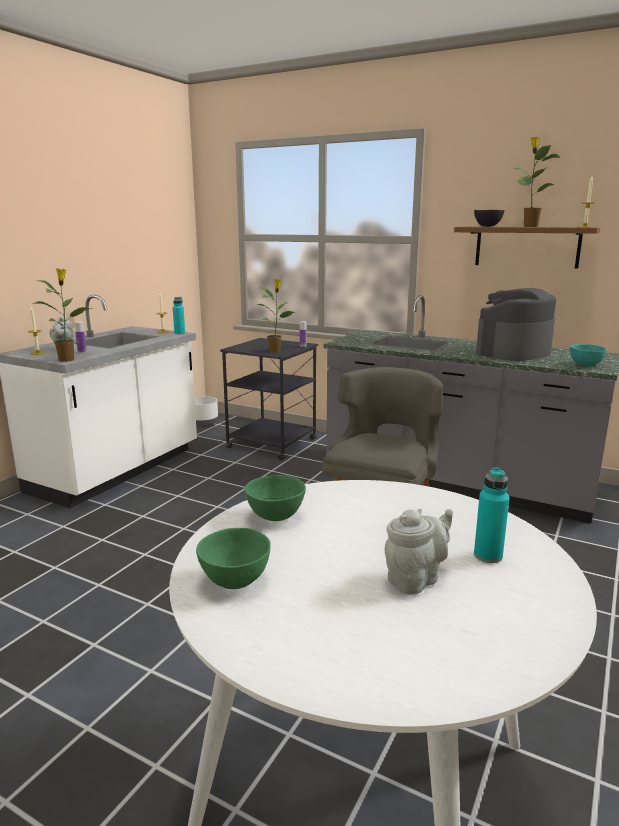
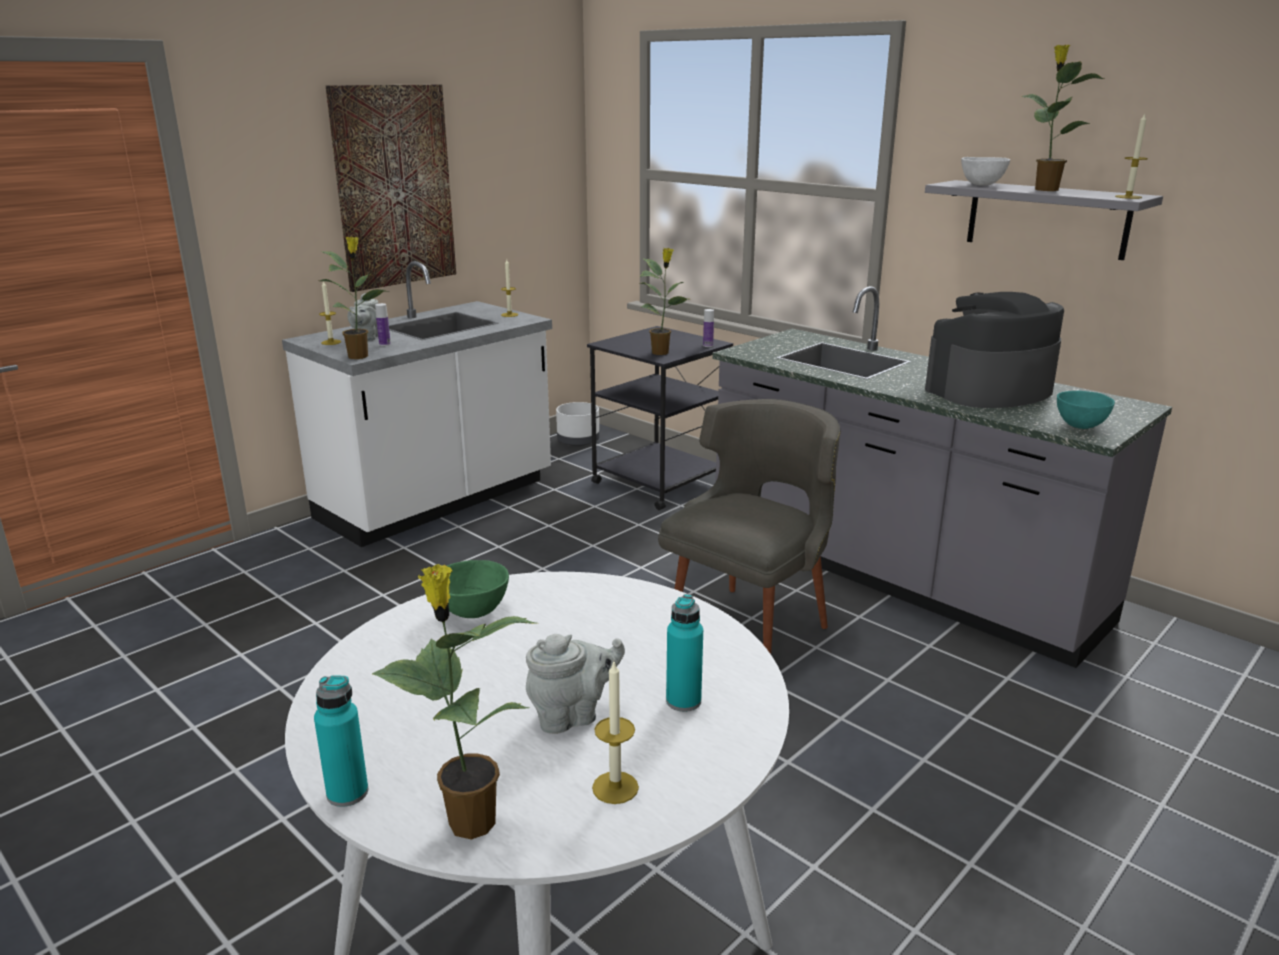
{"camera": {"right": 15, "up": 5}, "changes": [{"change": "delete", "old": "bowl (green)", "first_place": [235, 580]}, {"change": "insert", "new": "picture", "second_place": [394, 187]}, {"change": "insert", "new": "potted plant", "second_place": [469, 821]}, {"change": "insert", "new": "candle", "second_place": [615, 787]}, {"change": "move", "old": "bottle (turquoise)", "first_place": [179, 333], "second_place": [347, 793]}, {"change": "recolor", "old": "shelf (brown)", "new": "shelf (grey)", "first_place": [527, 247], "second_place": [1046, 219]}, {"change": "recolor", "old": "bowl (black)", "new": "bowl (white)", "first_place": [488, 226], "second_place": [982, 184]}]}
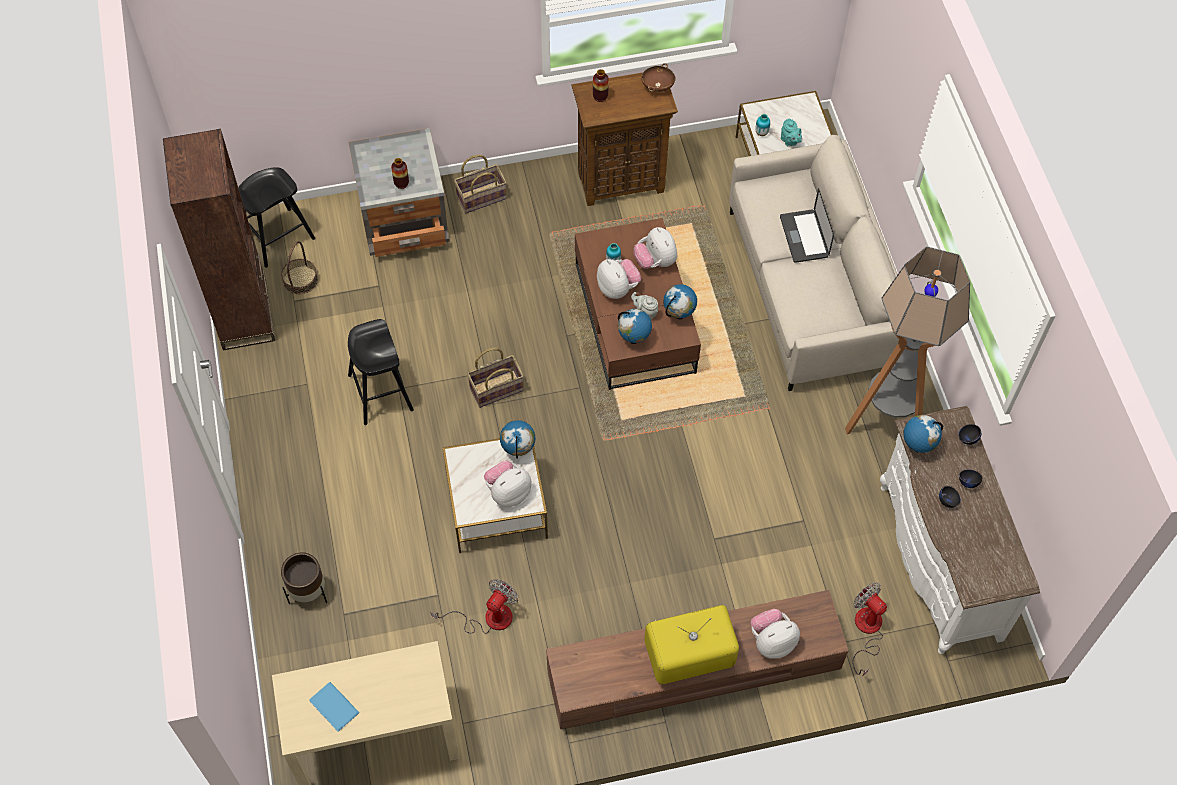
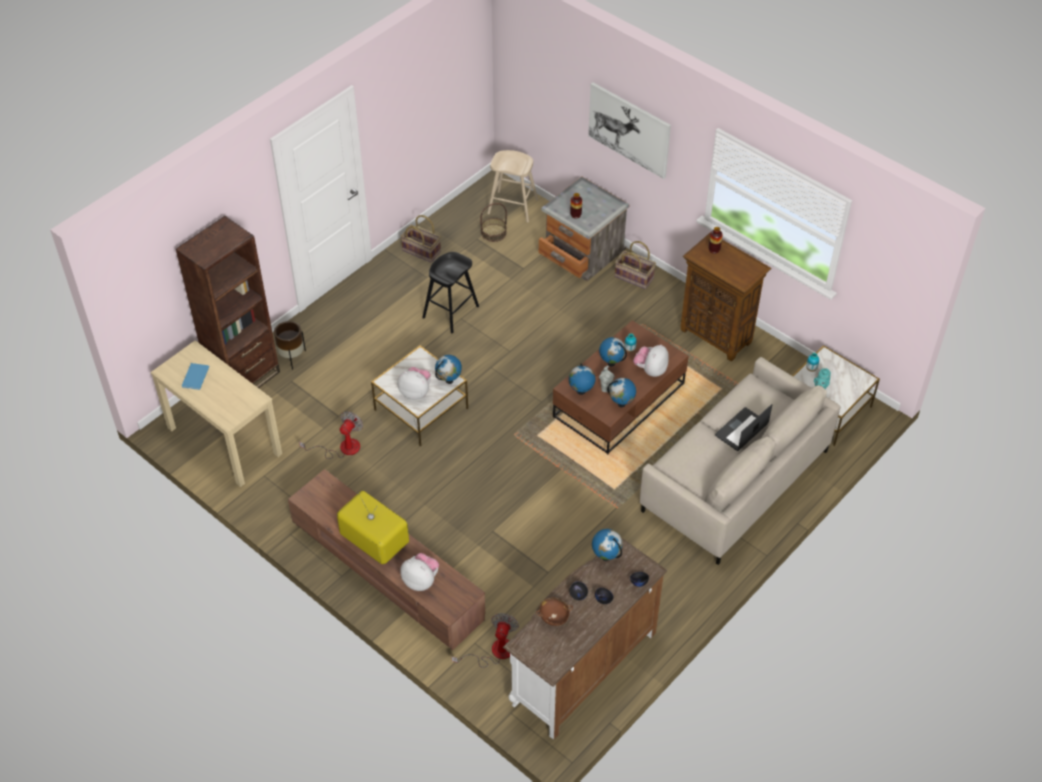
{"camera": {"right": 55, "up": -10}, "changes": [{"change": "delete", "old": "floor lamp", "first_place": [885, 423]}, {"change": "insert", "new": "picture", "second_place": [629, 129]}, {"change": "move", "old": "bookcase (brown)", "first_place": [245, 314], "second_place": [244, 378]}, {"change": "move", "old": "basket", "first_place": [496, 388], "second_place": [422, 250]}, {"change": "move", "old": "bowl (brown)", "first_place": [657, 86], "second_place": [554, 617]}, {"change": "replace", "old": "plush toy", "new": "globe", "first_place": [617, 288], "second_place": [611, 363]}, {"change": "recolor", "old": "stool (black)", "new": "stool (beige)", "first_place": [277, 238], "second_place": [512, 206]}, {"change": "rotate", "old": "fan", "first_place": [488, 618], "second_place": [342, 448], "degrees": -60}]}
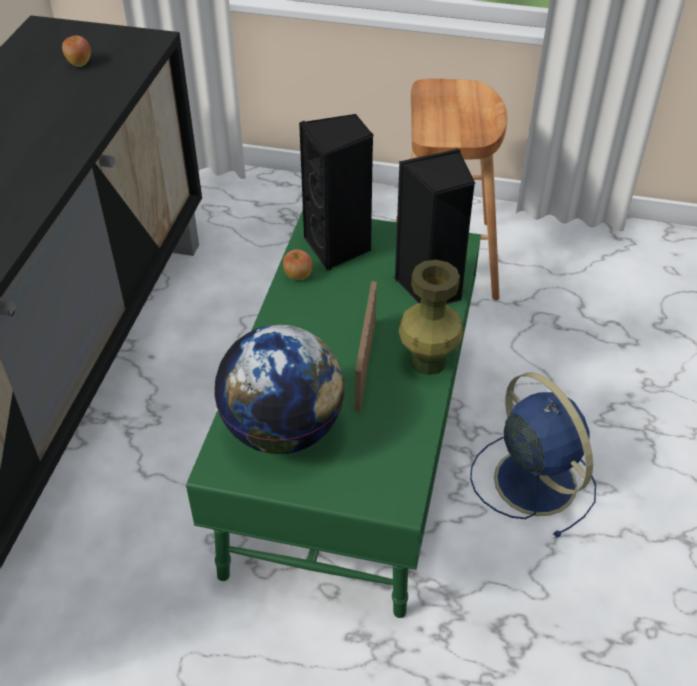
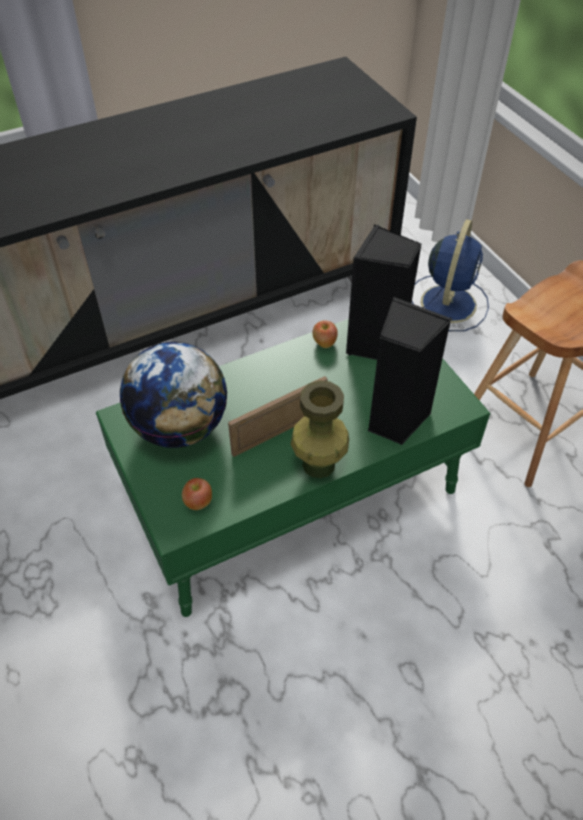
{"camera": {"right": 50, "up": 5}, "changes": [{"change": "move", "old": "apple", "first_place": [79, 64], "second_place": [198, 502]}, {"change": "move", "old": "fan (blue)", "first_place": [532, 479], "second_place": [449, 302]}]}
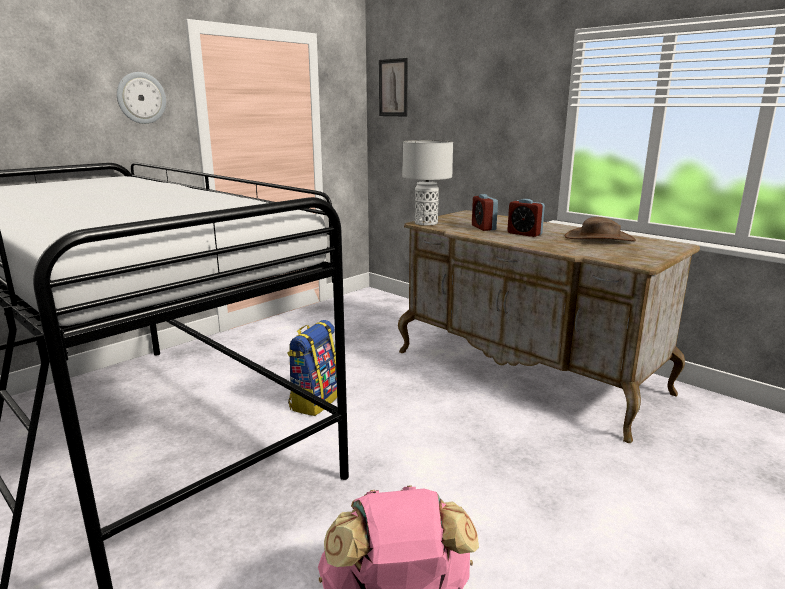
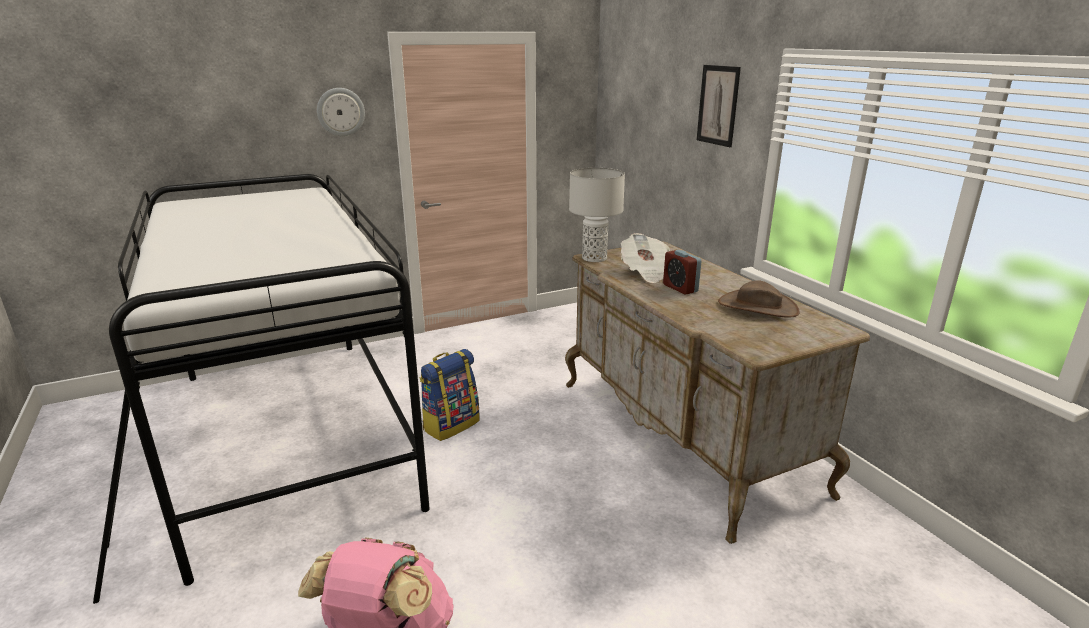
{"camera": {"right": 20, "up": 5}, "changes": [{"change": "move", "old": "picture", "first_place": [393, 88], "second_place": [718, 105]}, {"change": "replace", "old": "alarm clock", "new": "newspaper", "first_place": [483, 227], "second_place": [646, 273]}]}
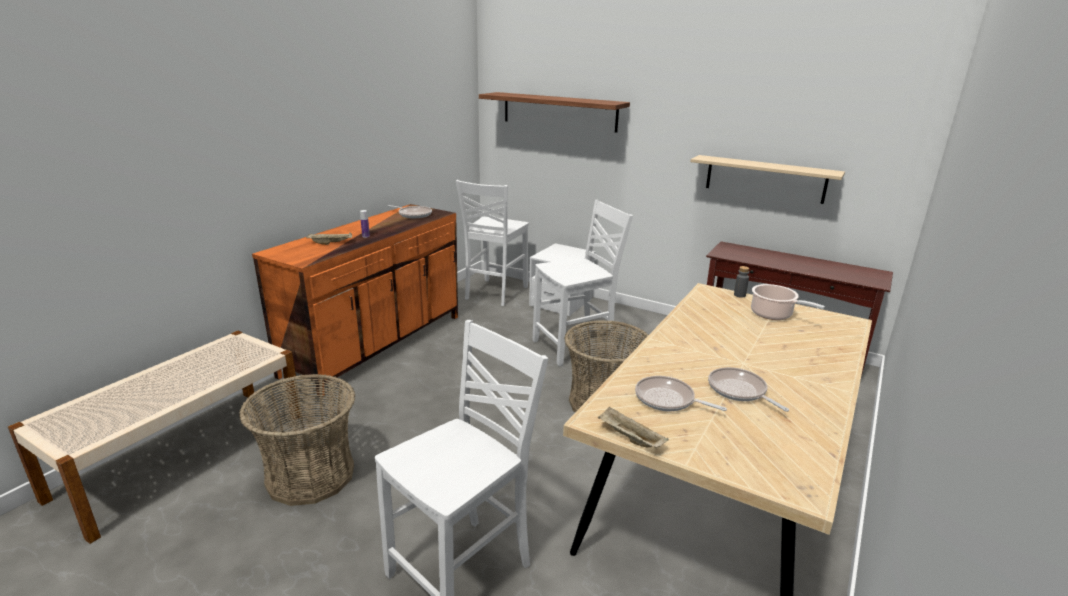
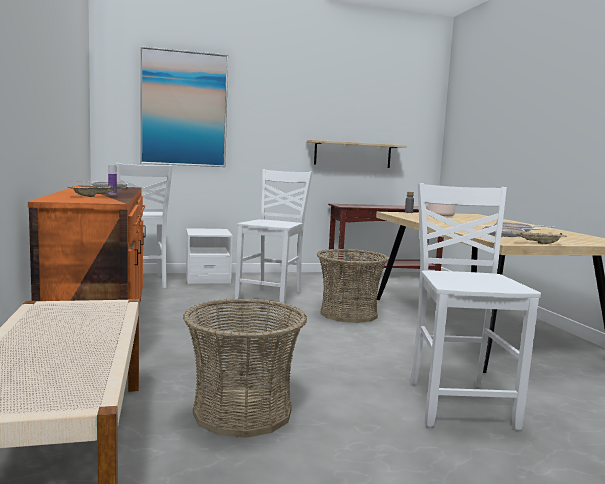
{"camera": {"right": -45, "up": -15}, "changes": [{"change": "replace", "old": "shelf", "new": "picture", "first_place": [559, 111], "second_place": [184, 109]}]}
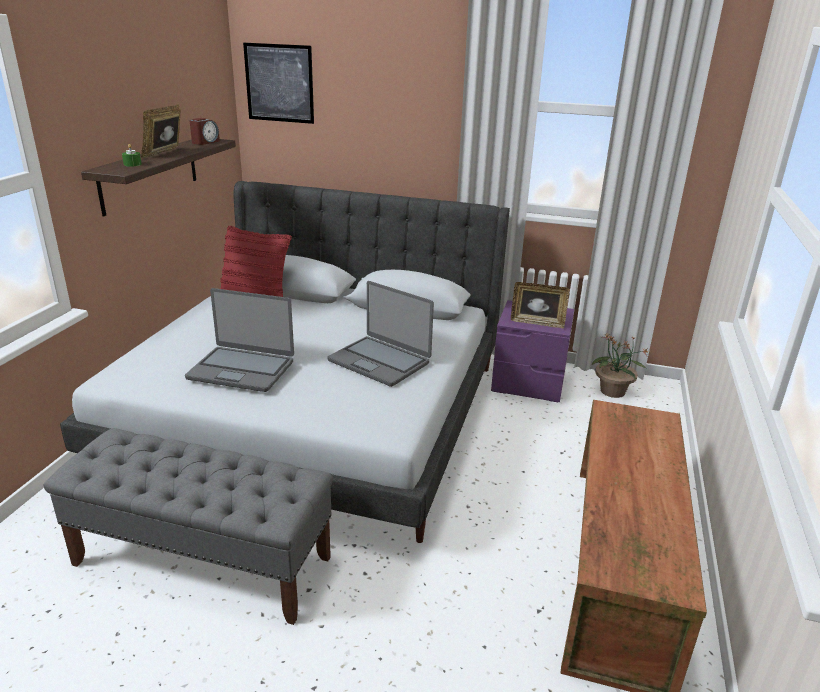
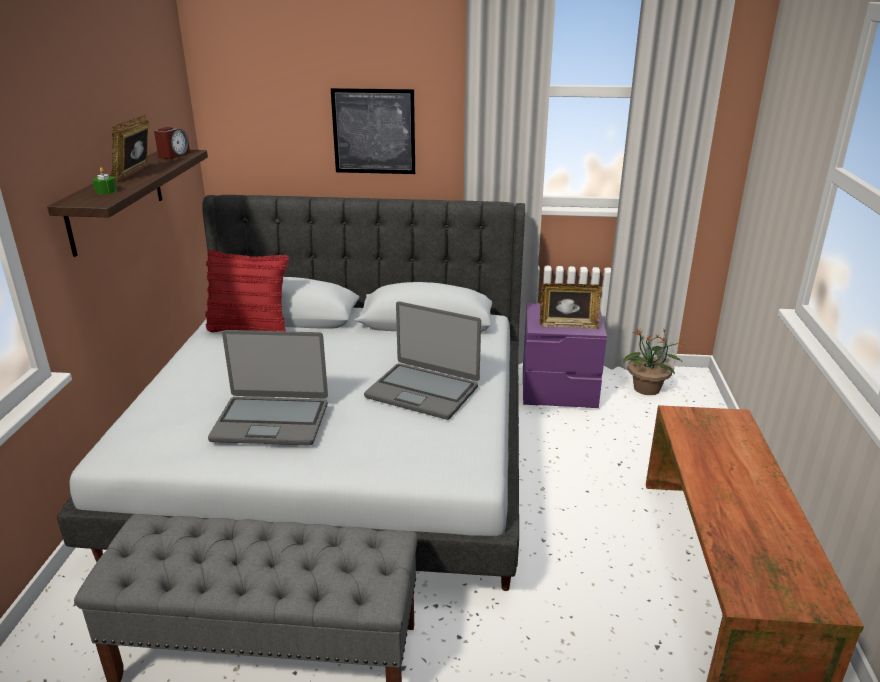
{"camera": {"right": -10, "up": 0}, "changes": [{"change": "move", "old": "picture", "first_place": [279, 83], "second_place": [374, 131]}]}
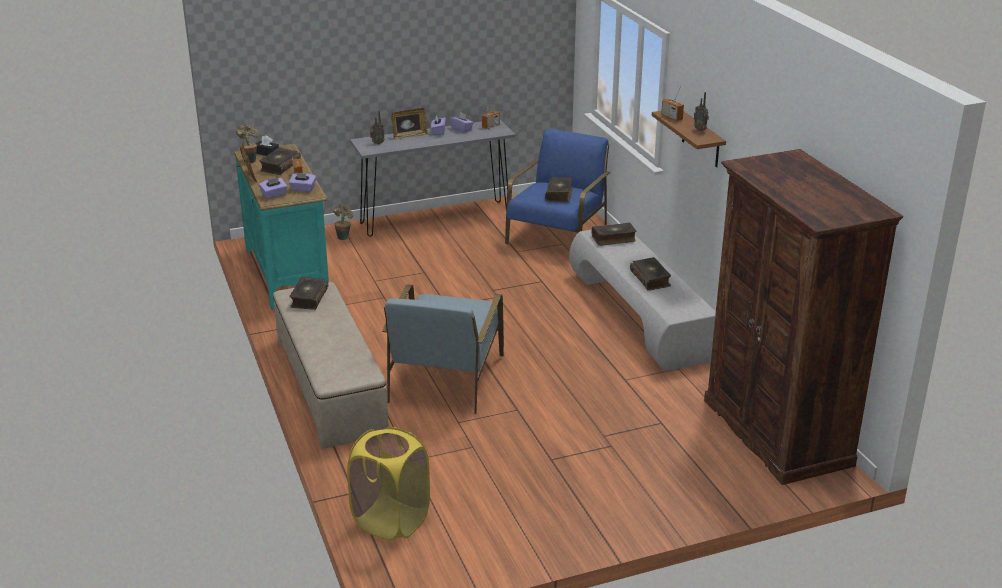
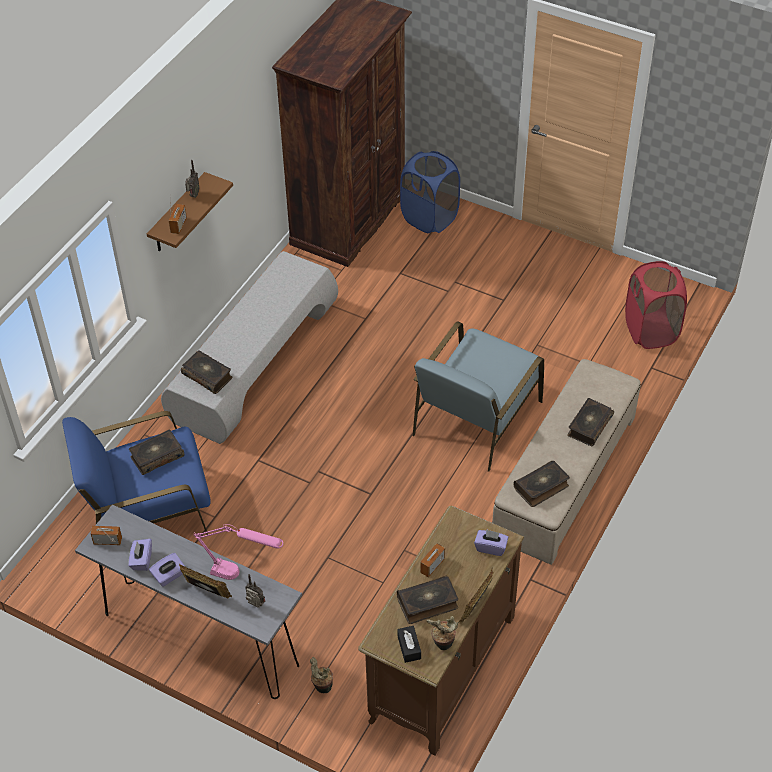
{"camera": {"right": -130, "up": 20}, "changes": [{"change": "delete", "old": "tissue box (purple)", "first_place": [303, 189]}, {"change": "insert", "new": "table lamp (pink)", "second_place": [243, 575]}, {"change": "insert", "new": "laundry basket (blue)", "second_place": [429, 218]}, {"change": "move", "old": "book", "first_place": [650, 279], "second_place": [589, 426]}, {"change": "recolor", "old": "dresser (turquoise)", "new": "dresser (brown)", "first_place": [288, 272], "second_place": [440, 667]}, {"change": "recolor", "old": "laundry basket (yellow)", "new": "laundry basket (red)", "first_place": [391, 521], "second_place": [651, 331]}, {"change": "rotate", "old": "armchair (blue)", "first_place": [445, 377], "second_place": [476, 416], "degrees": 150}]}
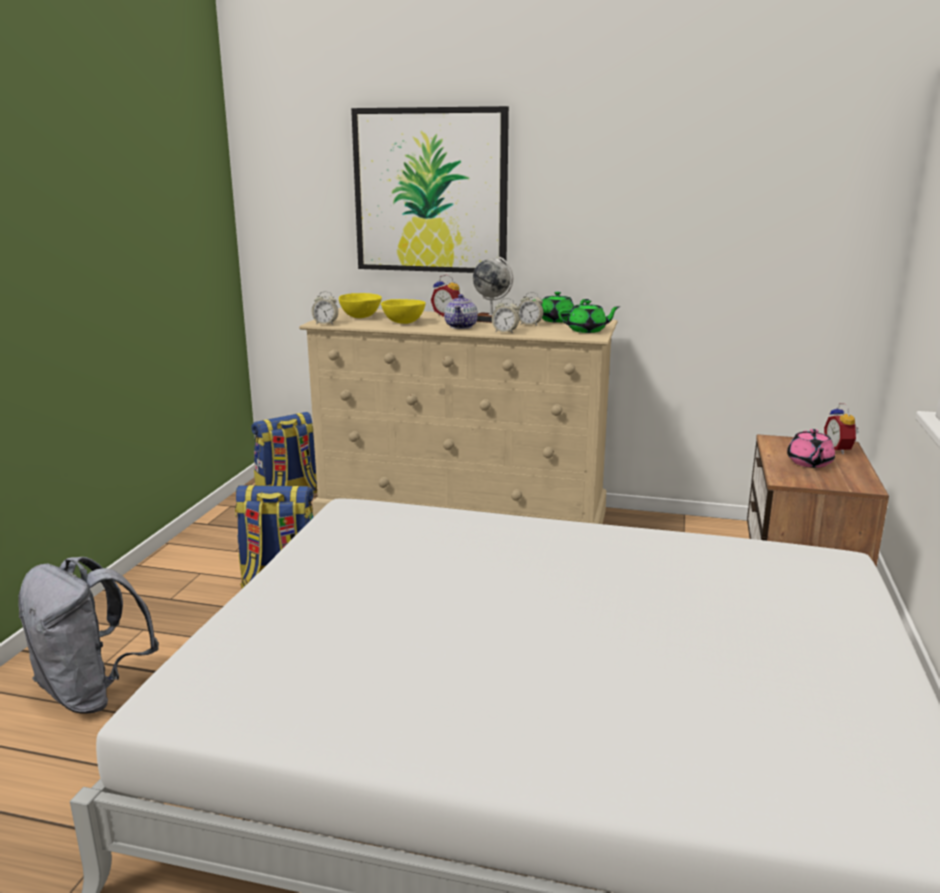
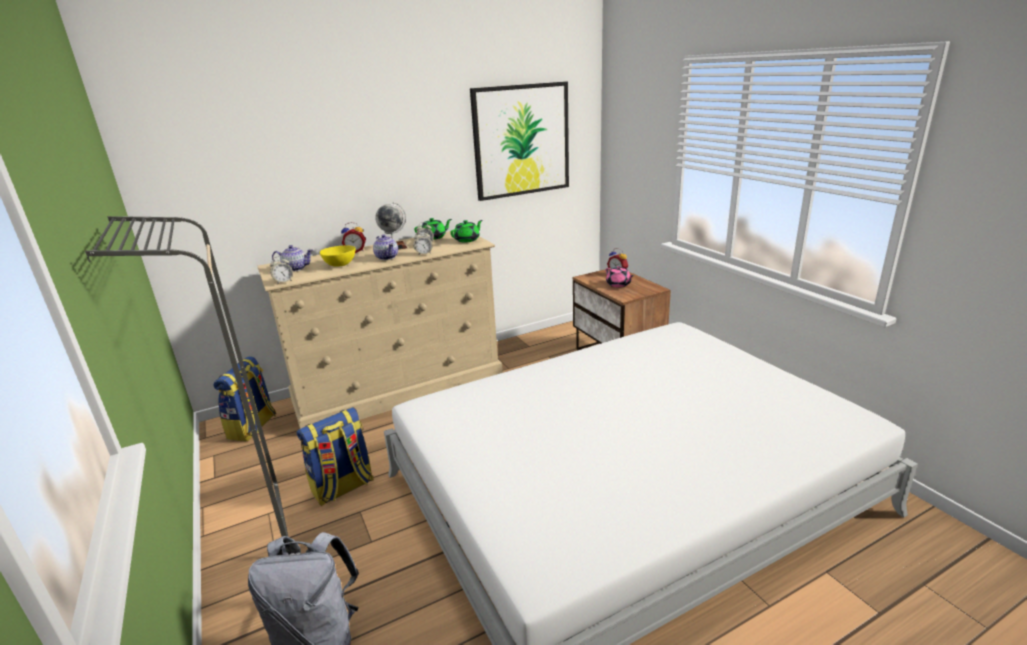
{"camera": {"right": -40, "up": 5}, "changes": [{"change": "insert", "new": "clothes rack (grey)", "second_place": [248, 528]}, {"change": "move", "old": "picture", "first_place": [430, 191], "second_place": [521, 140]}, {"change": "replace", "old": "bowl (yellow)", "new": "teapot", "first_place": [361, 316], "second_place": [295, 268]}]}
